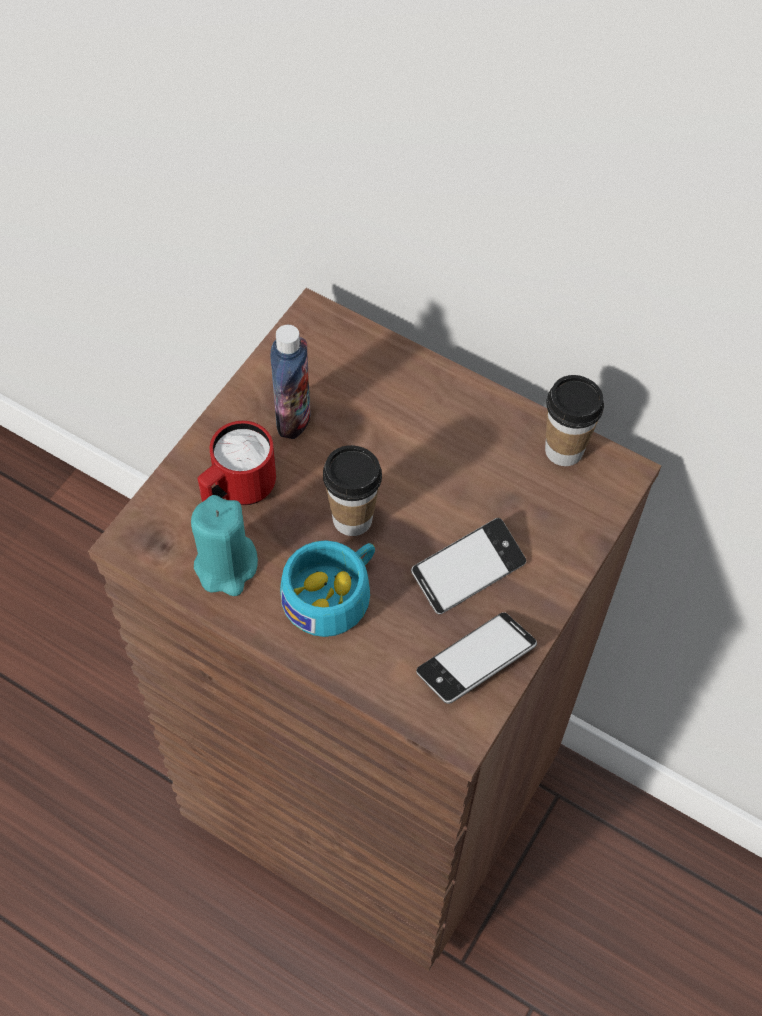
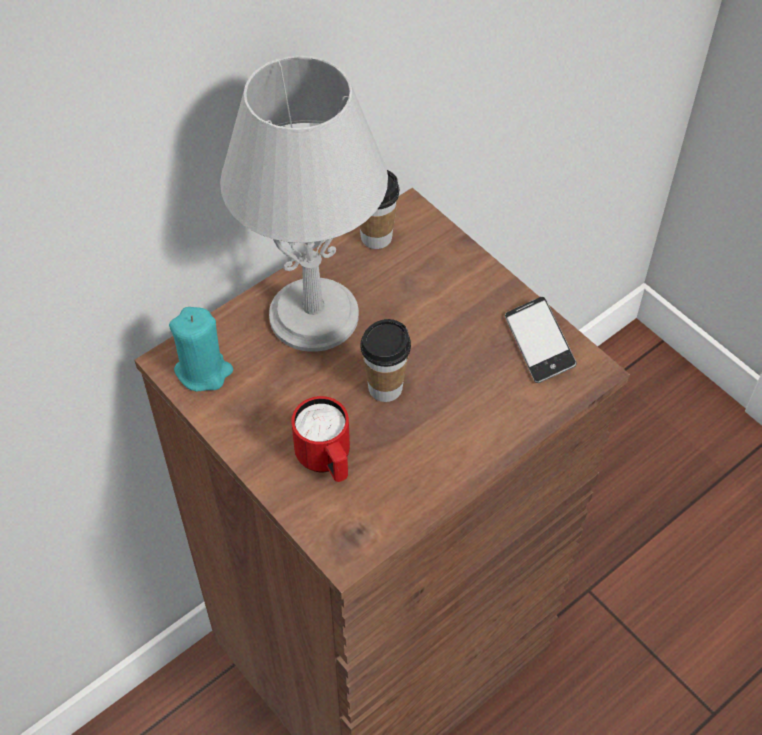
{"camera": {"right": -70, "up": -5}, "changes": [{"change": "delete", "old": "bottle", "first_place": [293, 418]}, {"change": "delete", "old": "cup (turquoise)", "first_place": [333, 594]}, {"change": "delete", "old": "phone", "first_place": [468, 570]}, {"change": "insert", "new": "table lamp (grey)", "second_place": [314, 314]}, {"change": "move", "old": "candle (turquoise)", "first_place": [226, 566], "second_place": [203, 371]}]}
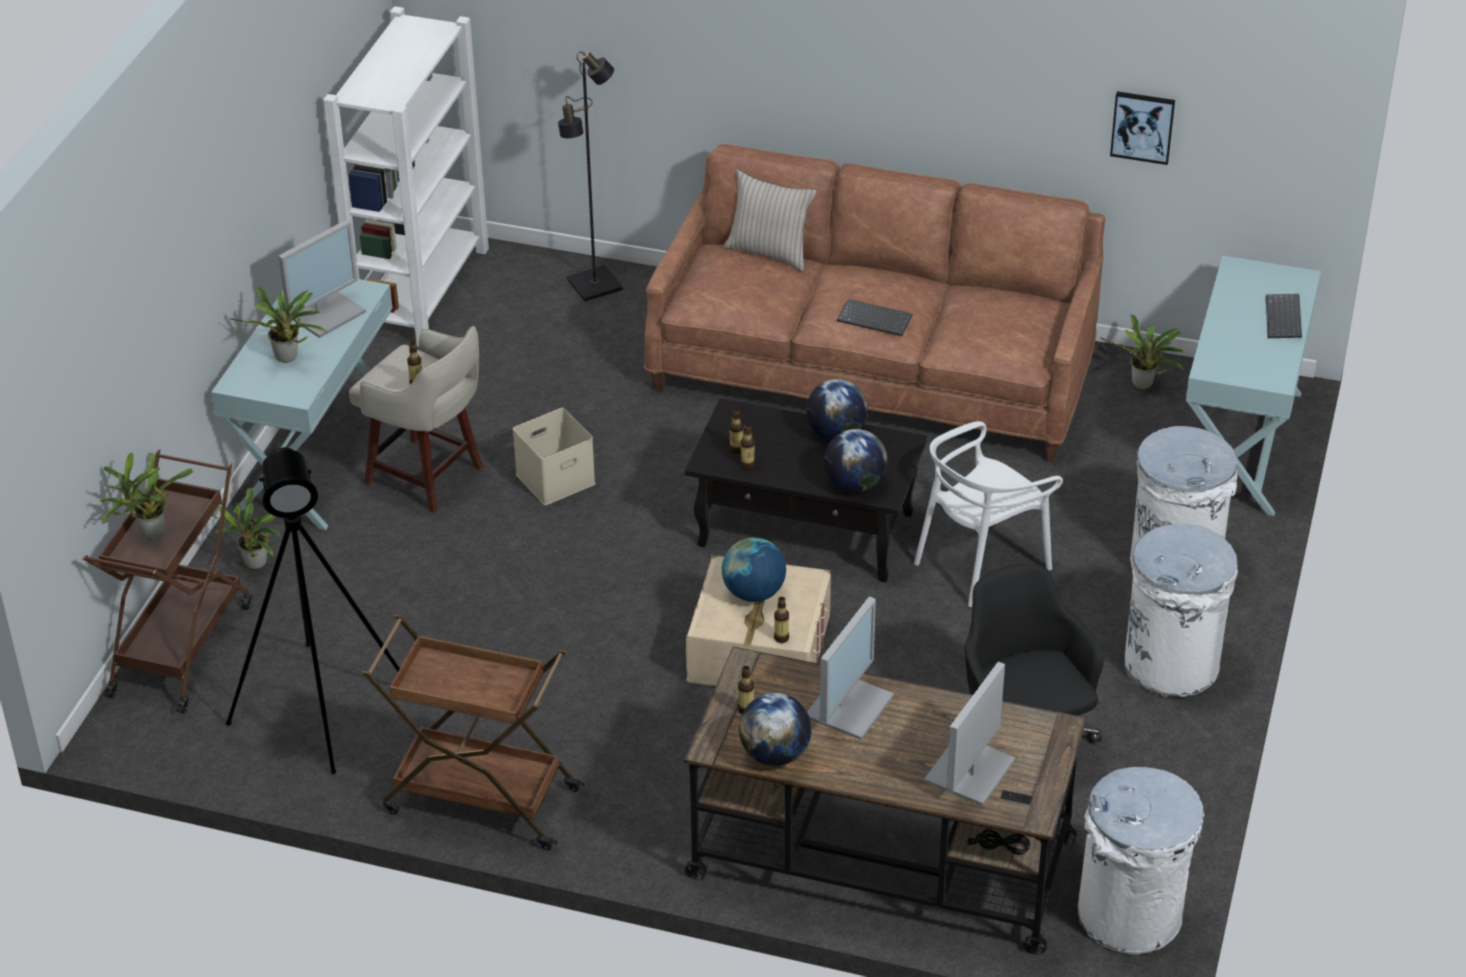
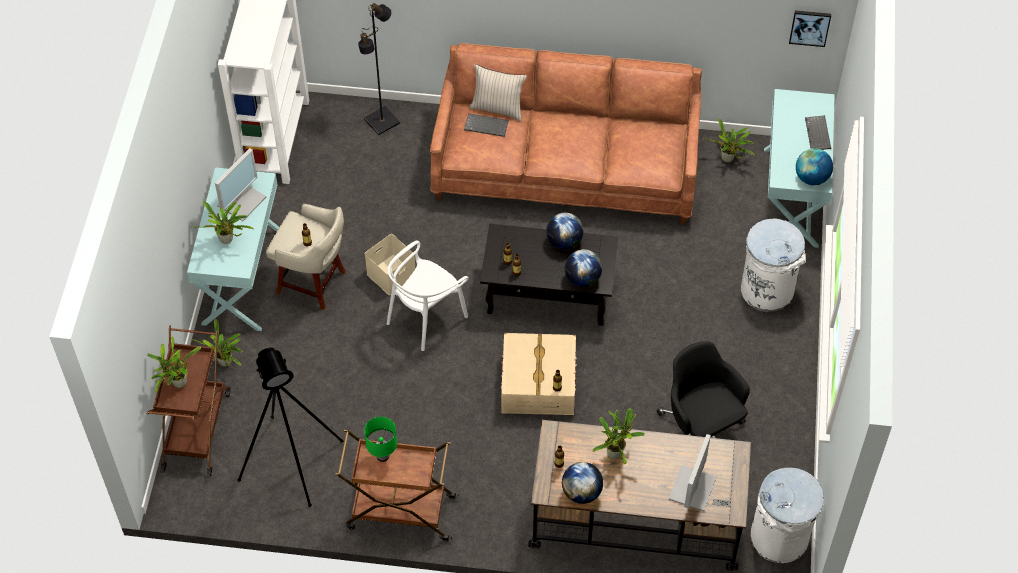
{"camera": {"right": -10, "up": 15}, "changes": [{"change": "delete", "old": "trash can (white)", "first_place": [1172, 665]}, {"change": "insert", "new": "table lamp (green)", "second_place": [382, 456]}, {"change": "move", "old": "globe", "first_place": [753, 593], "second_place": [811, 178]}, {"change": "move", "old": "keyboard", "first_place": [876, 319], "second_place": [487, 125]}, {"change": "move", "old": "chair (white)", "first_place": [980, 563], "second_place": [426, 317]}, {"change": "move", "old": "picture", "first_place": [1142, 126], "second_place": [810, 27]}, {"change": "replace", "old": "monitor", "new": "potted plant", "first_place": [848, 705], "second_place": [616, 452]}]}
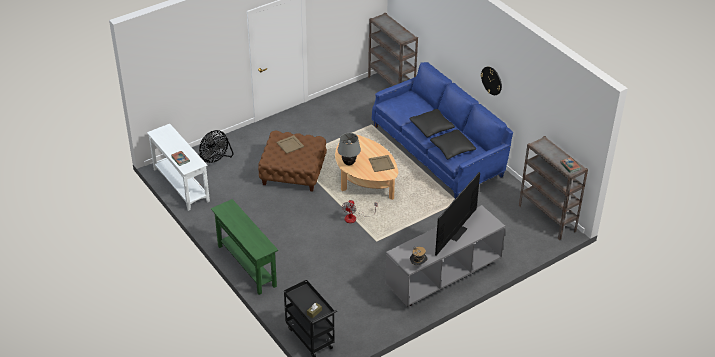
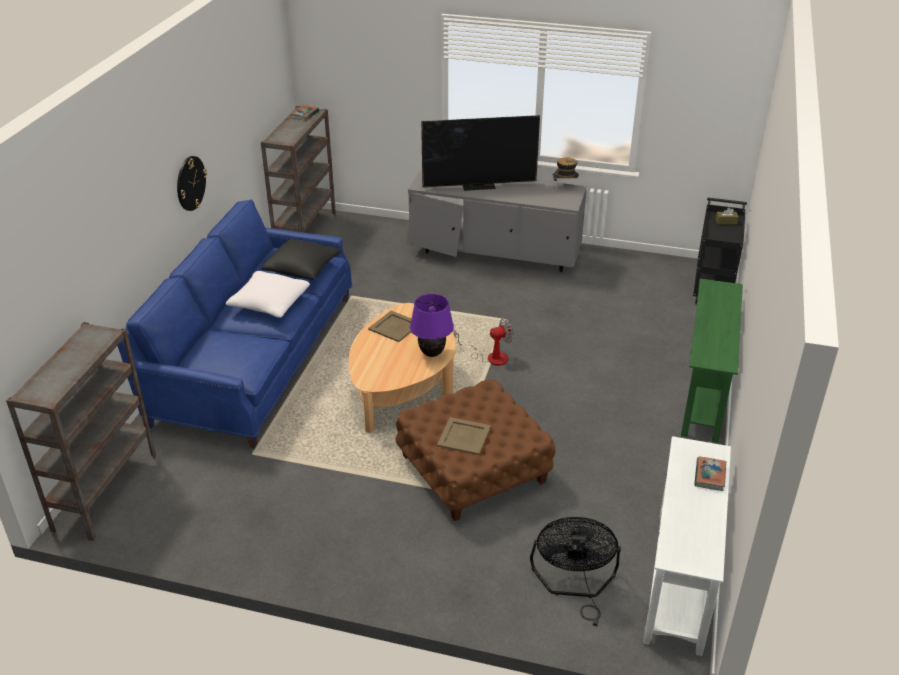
{"camera": {"right": -130, "up": -5}, "changes": [{"change": "recolor", "old": "table lamp (grey)", "new": "table lamp (purple)", "first_place": [349, 163], "second_place": [431, 353]}, {"change": "recolor", "old": "pillow (black)", "new": "pillow (white)", "first_place": [431, 128], "second_place": [269, 303]}]}
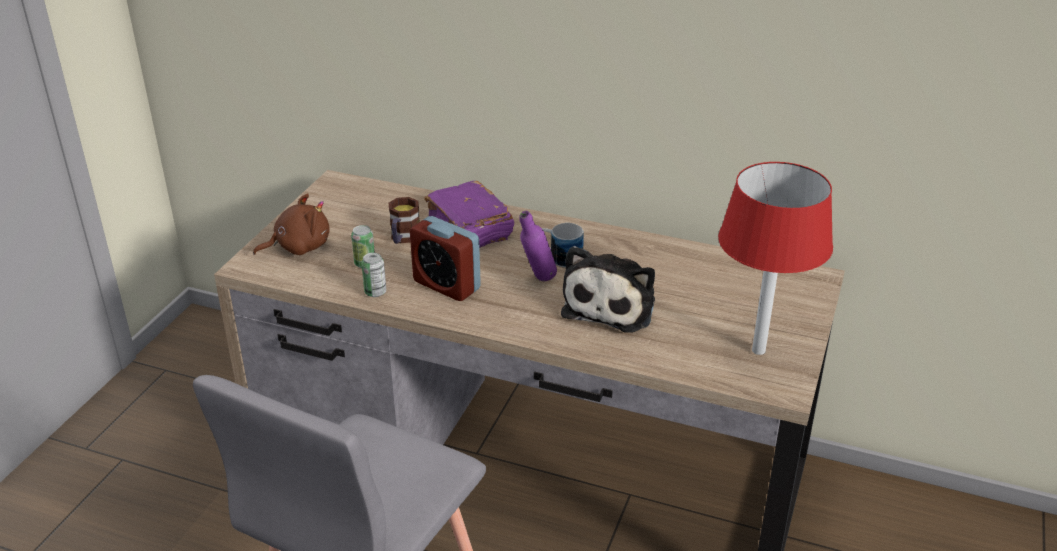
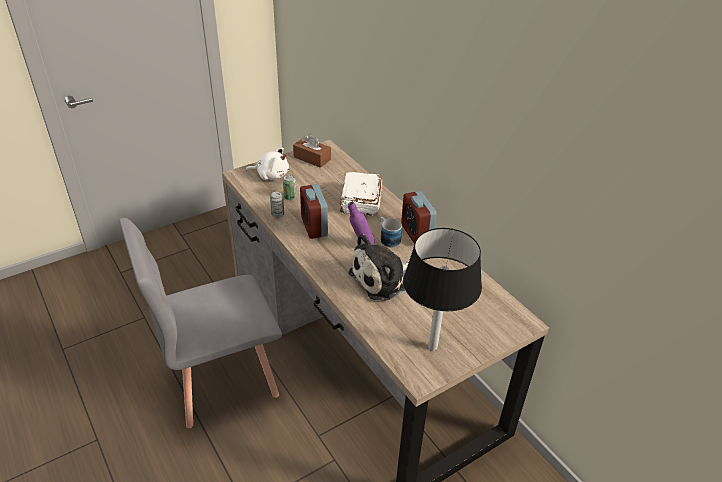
{"camera": {"right": 35, "up": 5}, "changes": [{"change": "delete", "old": "mug", "first_place": [403, 238]}, {"change": "insert", "new": "tissue box (brown)", "second_place": [312, 158]}, {"change": "insert", "new": "alarm clock", "second_place": [416, 234]}, {"change": "recolor", "old": "plush toy (brown)", "new": "plush toy (white)", "first_place": [299, 247], "second_place": [271, 175]}, {"change": "recolor", "old": "book (purple)", "new": "book (white)", "first_place": [469, 230], "second_place": [360, 202]}, {"change": "recolor", "old": "table lamp (red)", "new": "table lamp (black)", "first_place": [758, 351], "second_place": [432, 347]}]}
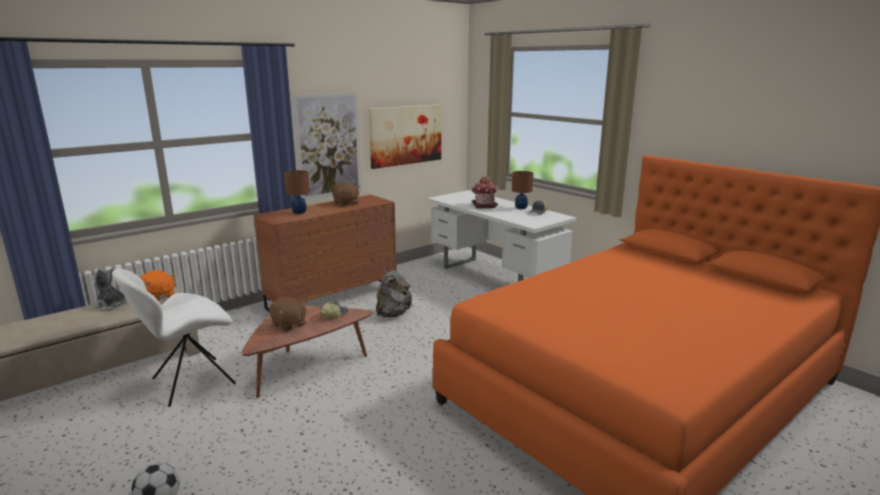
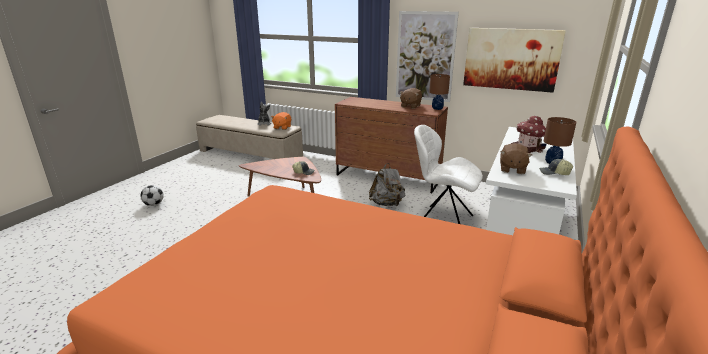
{"camera": {"right": 65, "up": 5}, "changes": [{"change": "move", "old": "chair (white)", "first_place": [190, 382], "second_place": [443, 220]}, {"change": "move", "old": "plush toy (brown)", "first_place": [288, 325], "second_place": [512, 169]}, {"change": "move", "old": "table lamp (brown)", "first_place": [300, 212], "second_place": [437, 109]}]}
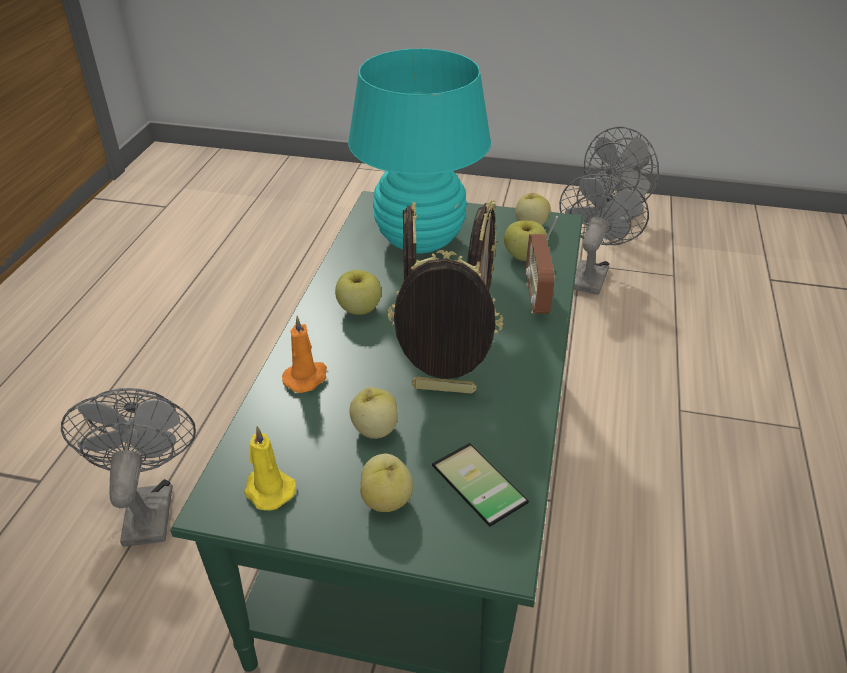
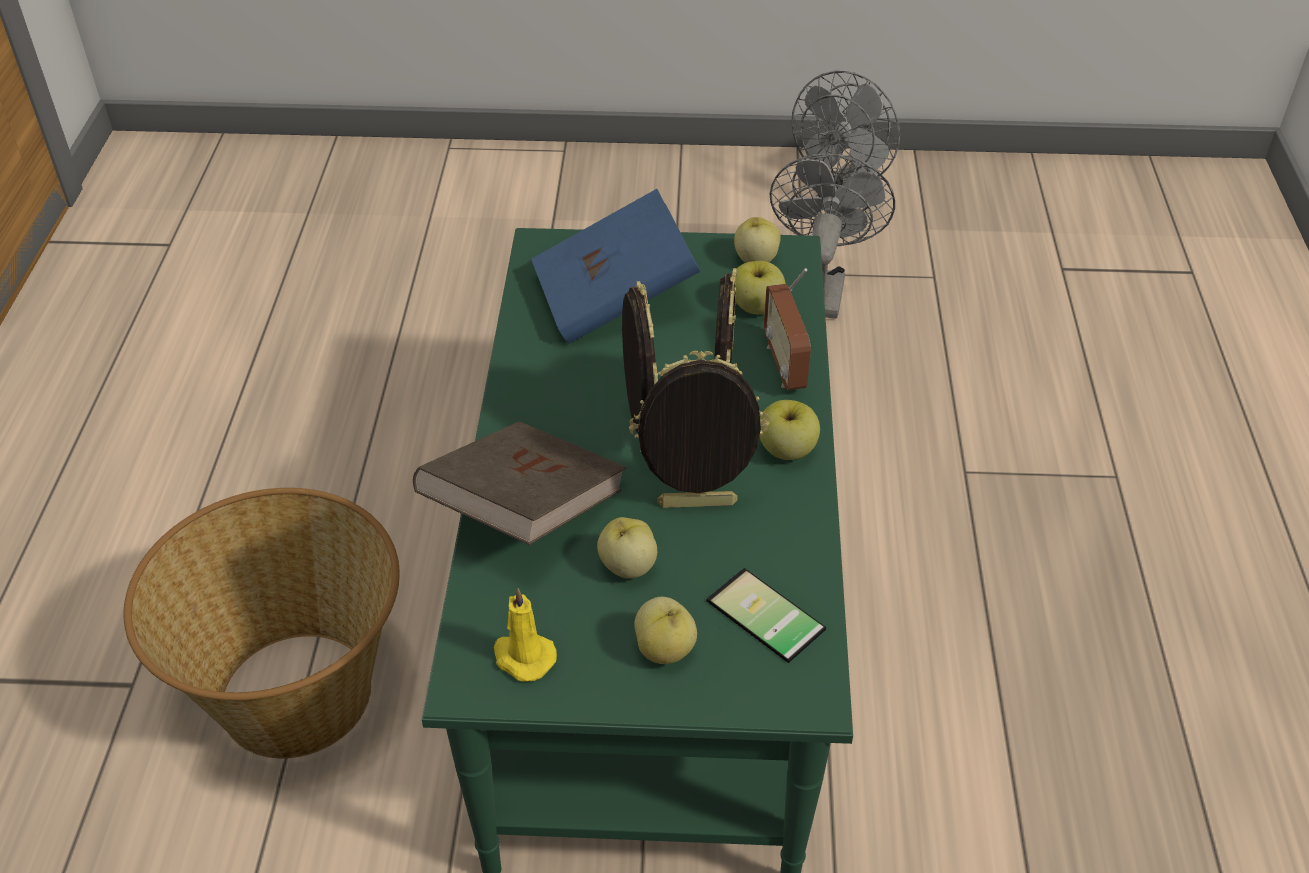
{"camera": {"right": -10, "up": 5}, "changes": [{"change": "move", "old": "apple", "first_place": [359, 309], "second_place": [786, 450]}, {"change": "replace", "old": "fan (grey)", "new": "basket", "first_place": [149, 506], "second_place": [297, 696]}, {"change": "replace", "old": "candle (orange)", "new": "book (brown)", "first_place": [306, 377], "second_place": [525, 510]}, {"change": "replace", "old": "table lamp (turquoise)", "new": "book (blue)", "first_place": [419, 240], "second_place": [614, 298]}]}
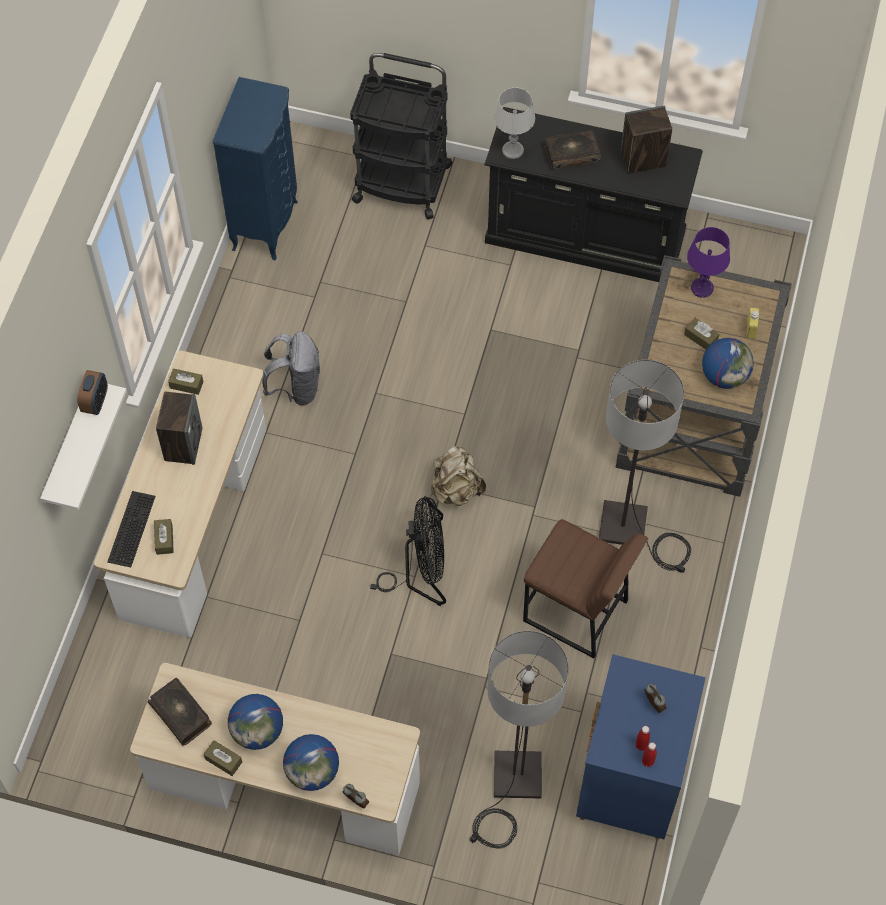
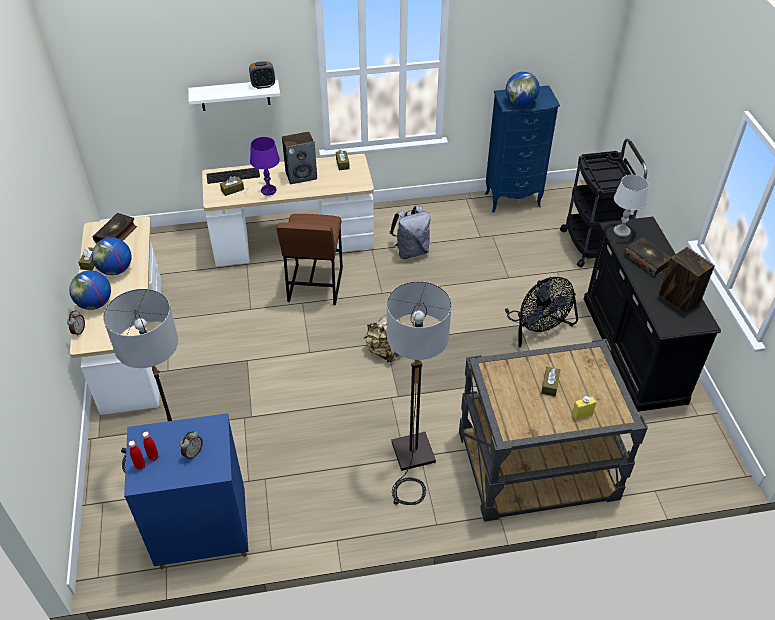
{"camera": {"right": 65, "up": -15}, "changes": [{"change": "move", "old": "fan (black)", "first_place": [420, 567], "second_place": [536, 328]}, {"change": "move", "old": "chair (brown)", "first_place": [578, 612], "second_place": [315, 286]}, {"change": "move", "old": "table lamp (purple)", "first_place": [702, 288], "second_place": [268, 190]}, {"change": "move", "old": "globe", "first_place": [724, 376], "second_place": [520, 103]}]}
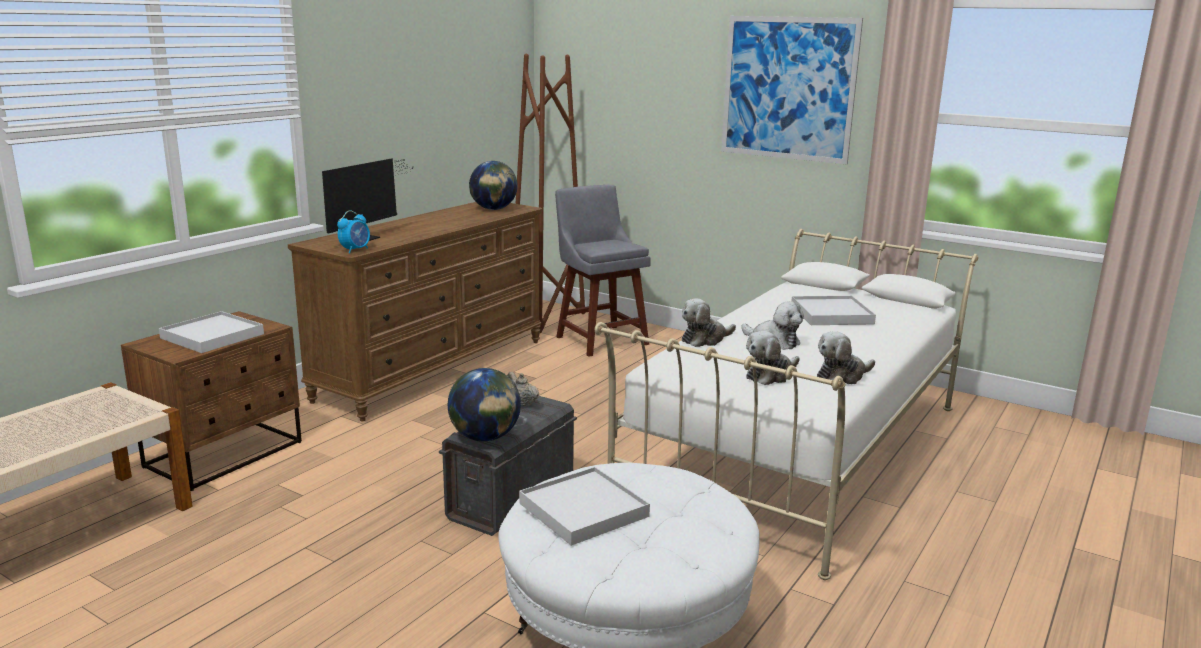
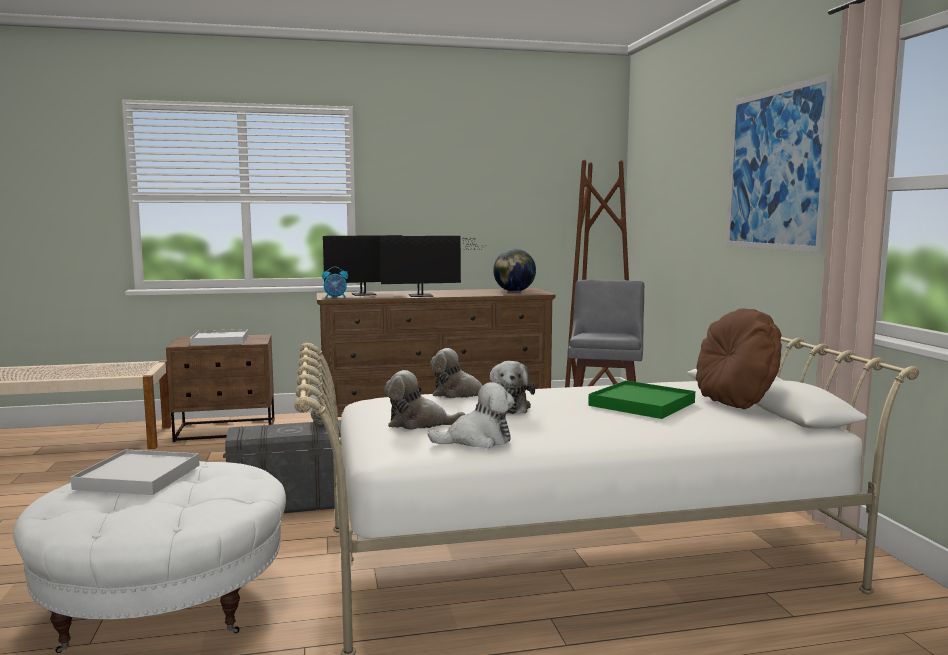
{"camera": {"right": 45, "up": -10}, "changes": [{"change": "delete", "old": "globe", "first_place": [485, 438]}, {"change": "insert", "new": "monitor", "second_place": [425, 295]}, {"change": "insert", "new": "pillow (brown)", "second_place": [735, 404]}, {"change": "recolor", "old": "tray (white)", "new": "tray (green)", "first_place": [831, 314], "second_place": [641, 404]}, {"change": "rotate", "old": "plush toy", "first_place": [842, 376], "second_place": [477, 440], "degrees": 150}]}
